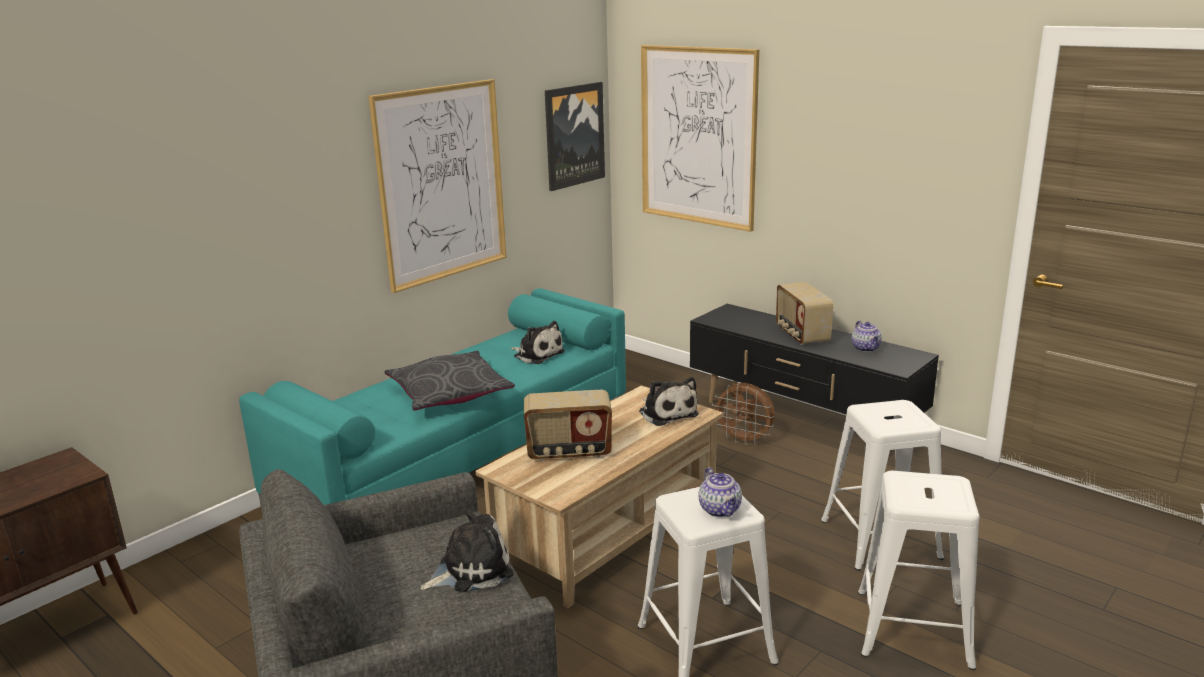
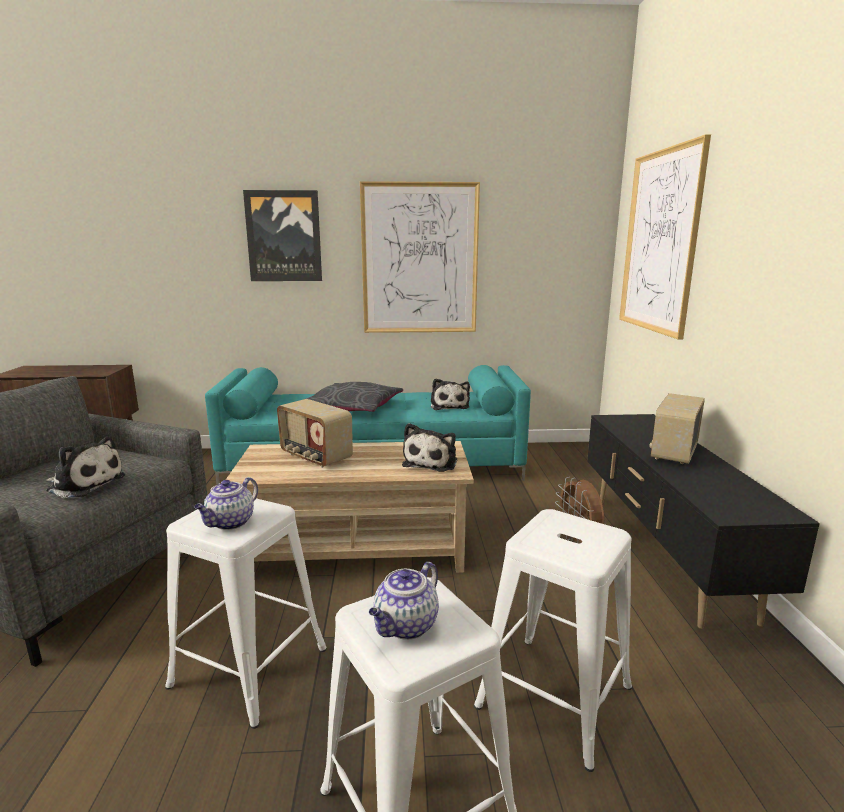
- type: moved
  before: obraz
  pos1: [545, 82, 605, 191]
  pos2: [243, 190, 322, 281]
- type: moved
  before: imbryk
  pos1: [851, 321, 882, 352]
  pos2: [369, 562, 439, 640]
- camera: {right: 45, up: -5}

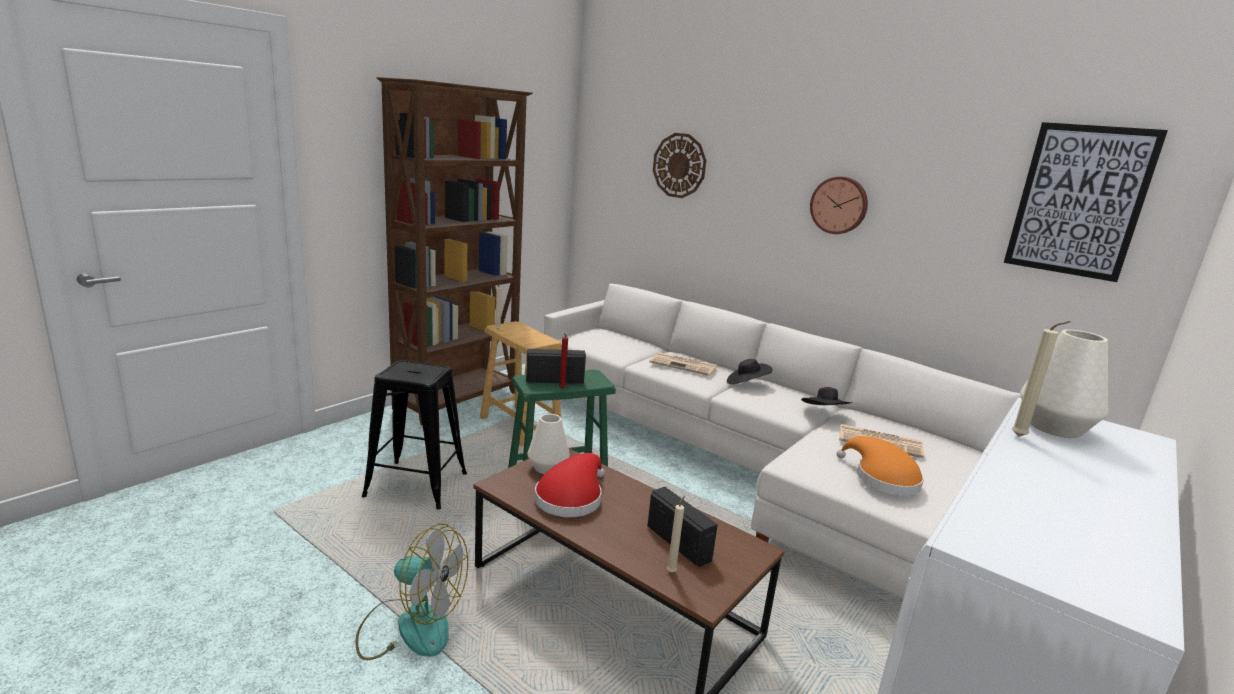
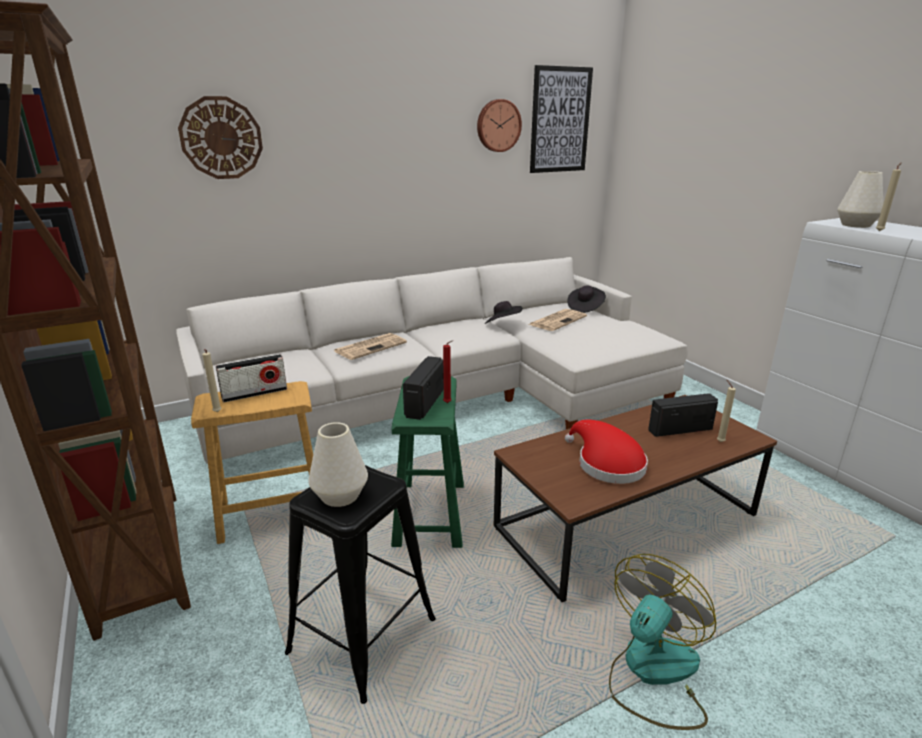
- type: added
  after: radio
  pos2: [216, 354, 287, 402]
- type: moved
  before: wazon (biały)
  pos1: [528, 414, 570, 474]
  pos2: [308, 422, 368, 507]
- type: moved
  before: zegar ścienny
  pos1: [810, 177, 868, 234]
  pos2: [477, 99, 522, 152]
- type: moved
  before: kapelusz (czarny)
  pos1: [727, 359, 772, 384]
  pos2: [568, 286, 606, 313]
- type: removed
  before: kapelusz (pomarańczowy)
  pos1: [837, 436, 924, 495]
- camera: {right: -65, up: 5}

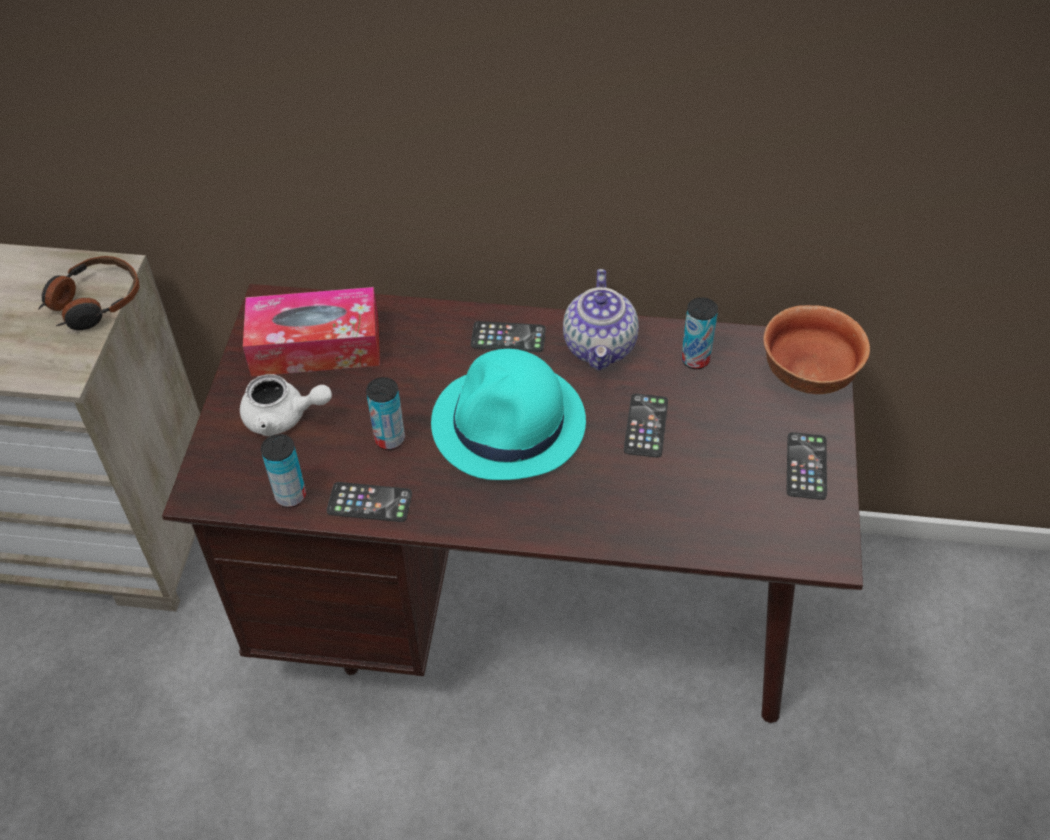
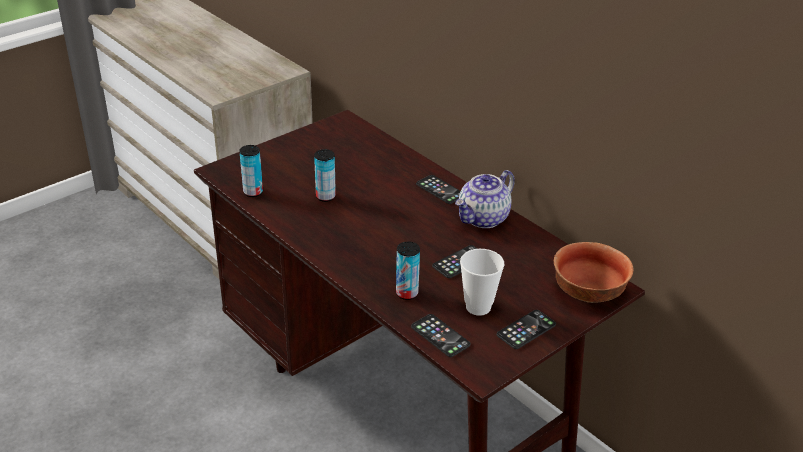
- type: moved
  before: puszka
  pos1: [681, 297, 718, 369]
  pos2: [396, 242, 420, 300]
- type: moved
  before: telefon
  pos1: [327, 482, 412, 522]
  pos2: [411, 314, 470, 357]
- type: added
  after: filiżanka
  pos2: [460, 249, 504, 316]
- type: removed
  before: słuchawki
  pos1: [38, 256, 139, 330]
- type: removed
  before: imbryk (biały)
  pos1: [240, 374, 332, 436]
- type: removed
  before: pudełko chusteczek
  pos1: [243, 287, 380, 377]
- type: removed
  before: kapelusz (turkusowy)
  pos1: [431, 349, 586, 480]
- camera: {right: 40, up: -15}

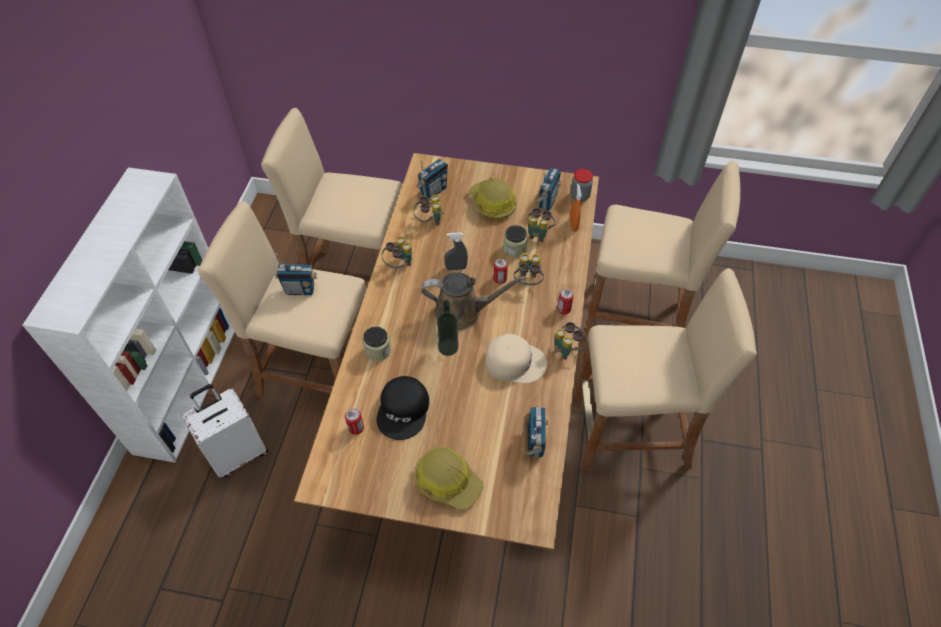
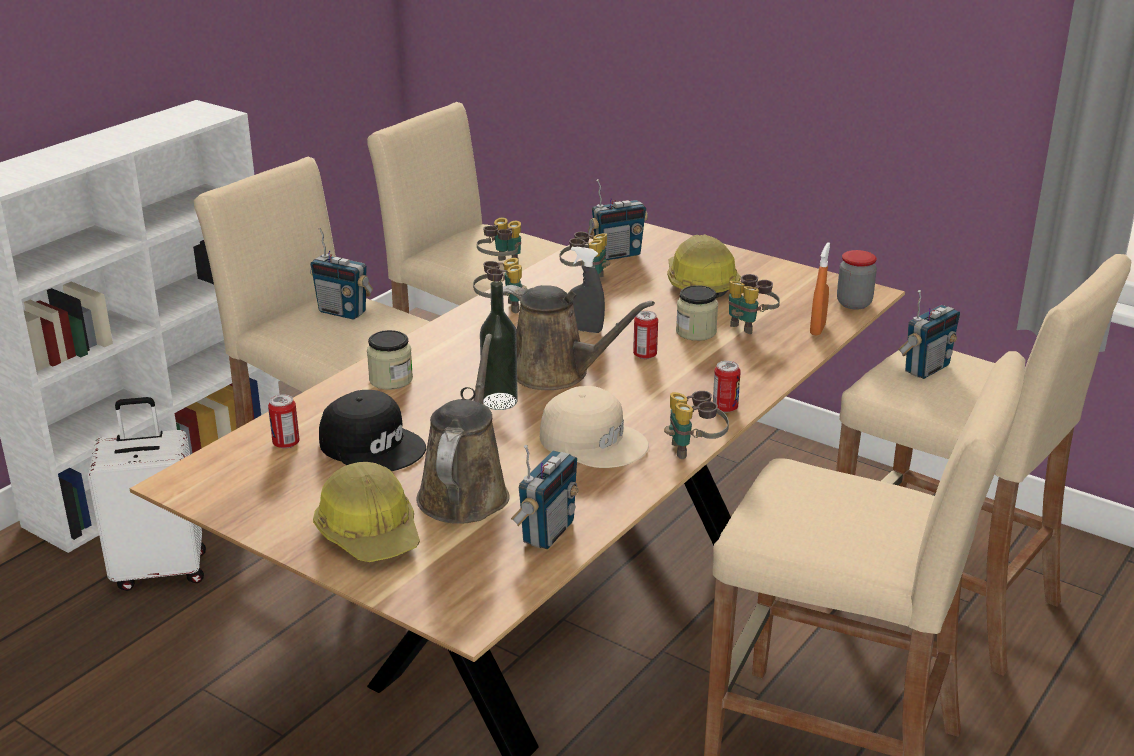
- type: turned
  before: czapka z daszkiem (czarny)
  pos1: [376, 376, 429, 440]
  pos2: [319, 390, 426, 471]
  turn: -90
- type: added
  after: konewka (brązowy)
  pos2: [417, 334, 510, 524]
- type: moved
  before: lornetka
  pos1: [514, 253, 544, 285]
  pos2: [477, 218, 521, 264]
- type: moved
  before: radio
  pos1: [535, 168, 561, 211]
  pos2: [898, 290, 960, 379]
- camera: {right: 25, up: -25}

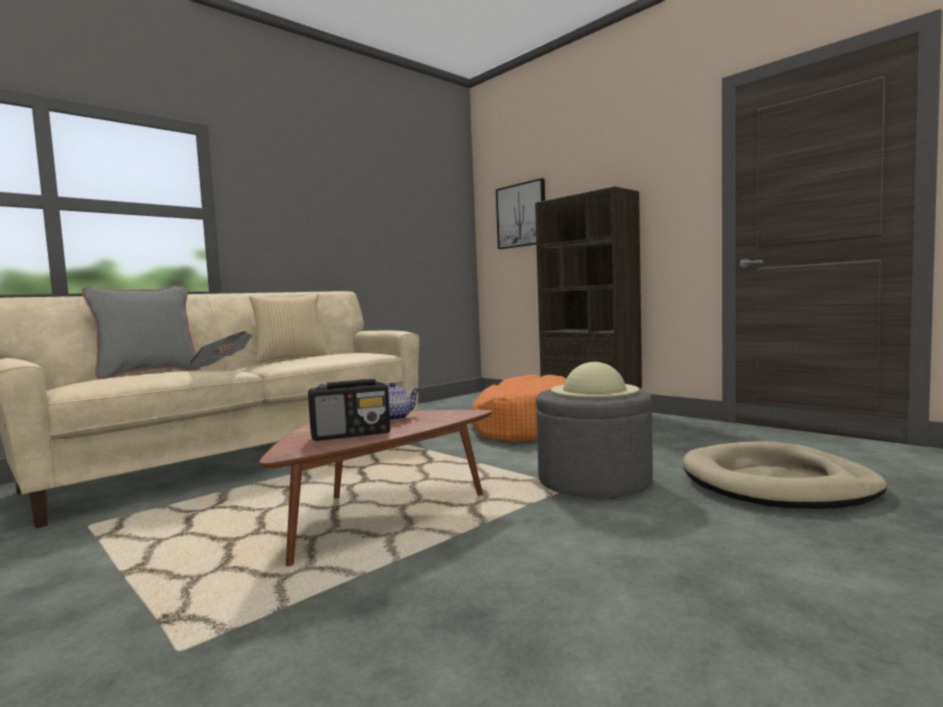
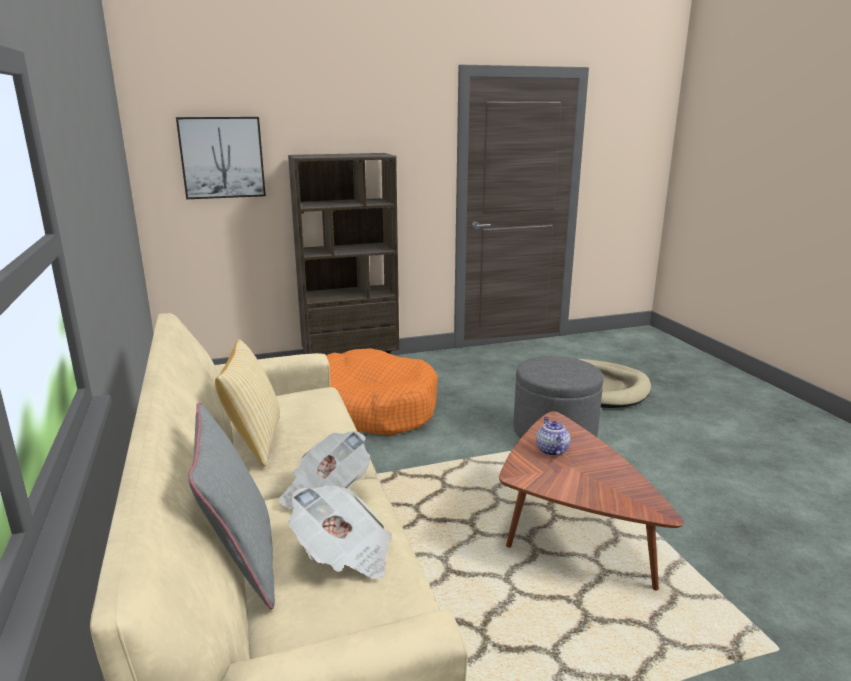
- type: added
  after: gazeta
  pos2: [288, 485, 392, 579]
- type: removed
  before: radio
  pos1: [308, 379, 390, 441]
- type: removed
  before: kapelusz (beżowy)
  pos1: [551, 362, 639, 397]
- camera: {right: -65, up: 15}

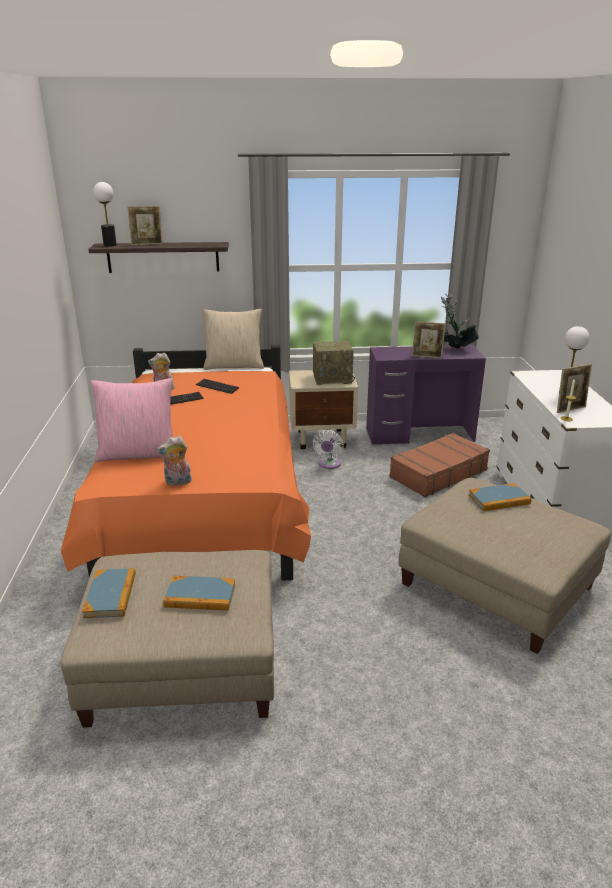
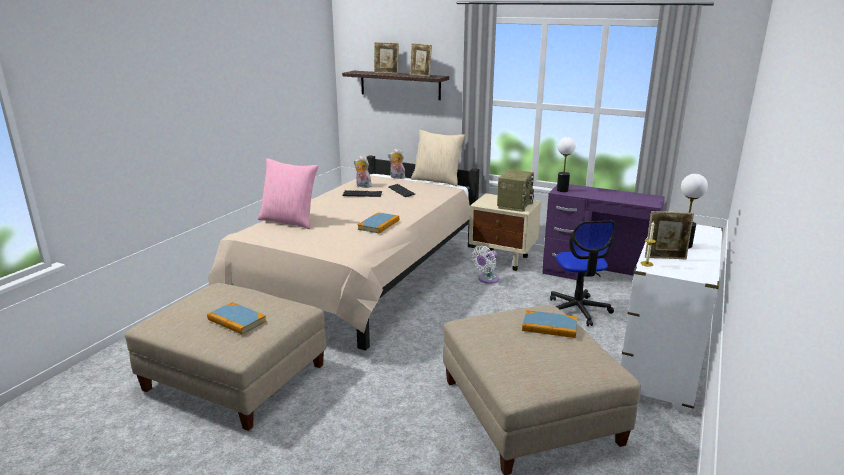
- type: recoloured
  before: łóżko (pomarańczowy)
  after: łóżko (beżowy)
  pos1: [61, 345, 311, 581]
  pos2: [208, 155, 479, 351]
- type: moved
  before: książka
  pos1: [82, 568, 135, 618]
  pos2: [358, 212, 399, 234]
- type: moved
  before: pluszak
  pos1: [157, 436, 192, 486]
  pos2: [388, 149, 405, 179]
- type: moved
  before: ramka na zdjęcie
  pos1: [412, 321, 446, 358]
  pos2: [410, 43, 432, 77]
- type: turned
  before: radio
  pos1: [313, 341, 355, 385]
  pos2: [497, 169, 534, 212]
  turn: -90
- type: replaced
  before: walizka (brązowy)
  after: krzesło biurowe
  pos1: [389, 433, 490, 497]
  pos2: [550, 221, 615, 326]
- type: moved
  before: lampa stołowa
  pos1: [93, 182, 117, 247]
  pos2: [557, 137, 576, 192]
- type: removed
  before: roślina doniczkowa
  pos1: [441, 292, 479, 349]
- camera: {right: 30, up: -5}

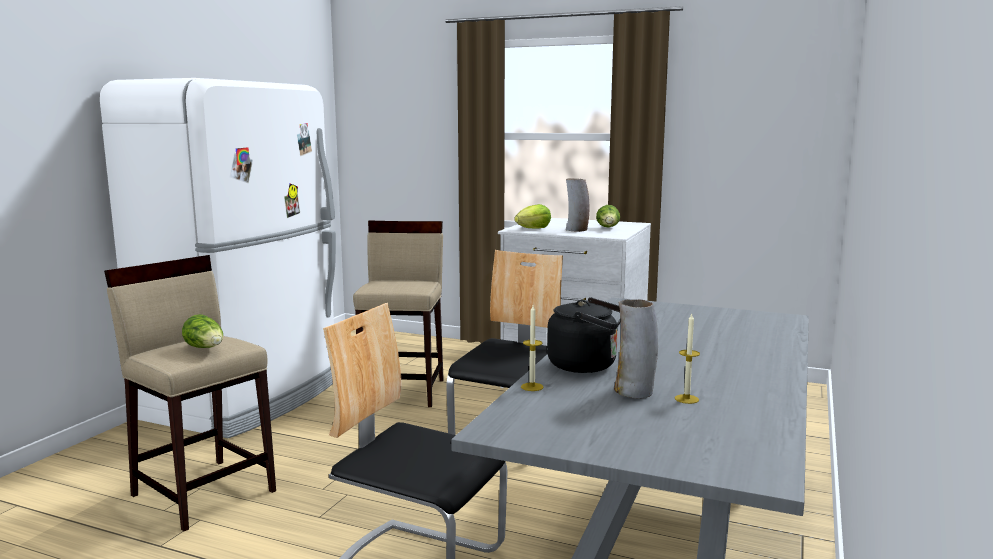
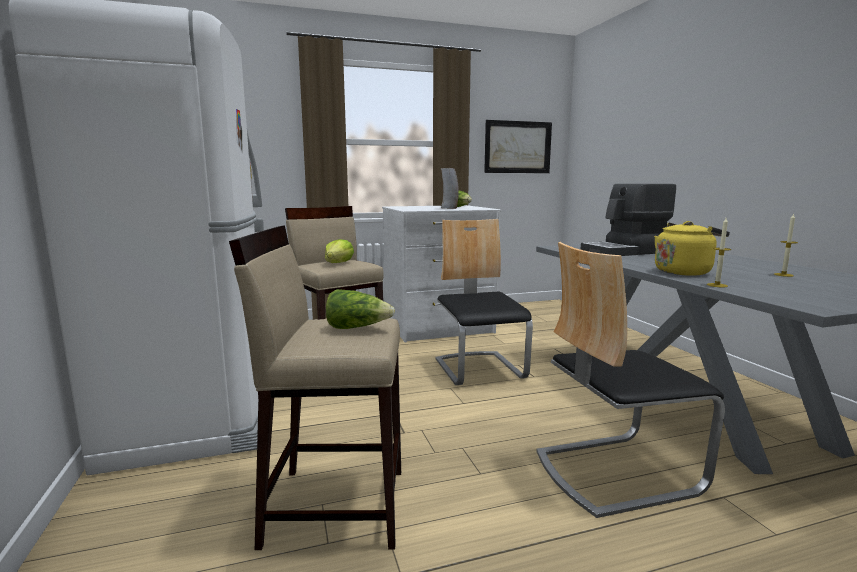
- type: moved
  before: sałata
  pos1: [514, 204, 551, 229]
  pos2: [325, 239, 354, 263]
- type: added
  after: obraz
  pos2: [484, 120, 552, 173]
- type: added
  after: ekspres do kawy
  pos2: [580, 184, 676, 256]
- type: recoloured
  before: czajnik (czarny)
  after: czajnik (żółty)
  pos1: [547, 297, 621, 373]
  pos2: [654, 221, 730, 276]
- type: removed
  before: wazon
  pos1: [614, 299, 658, 398]
- camera: {right: -40, up: 0}

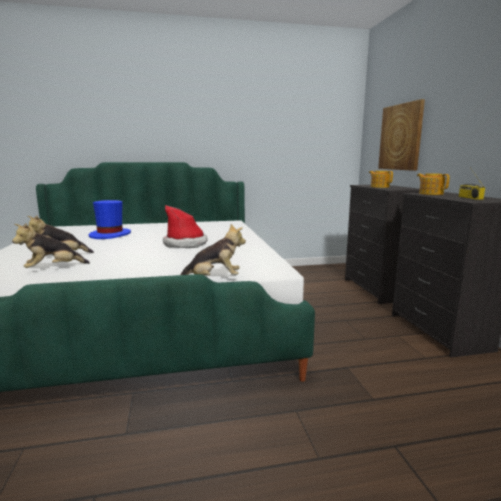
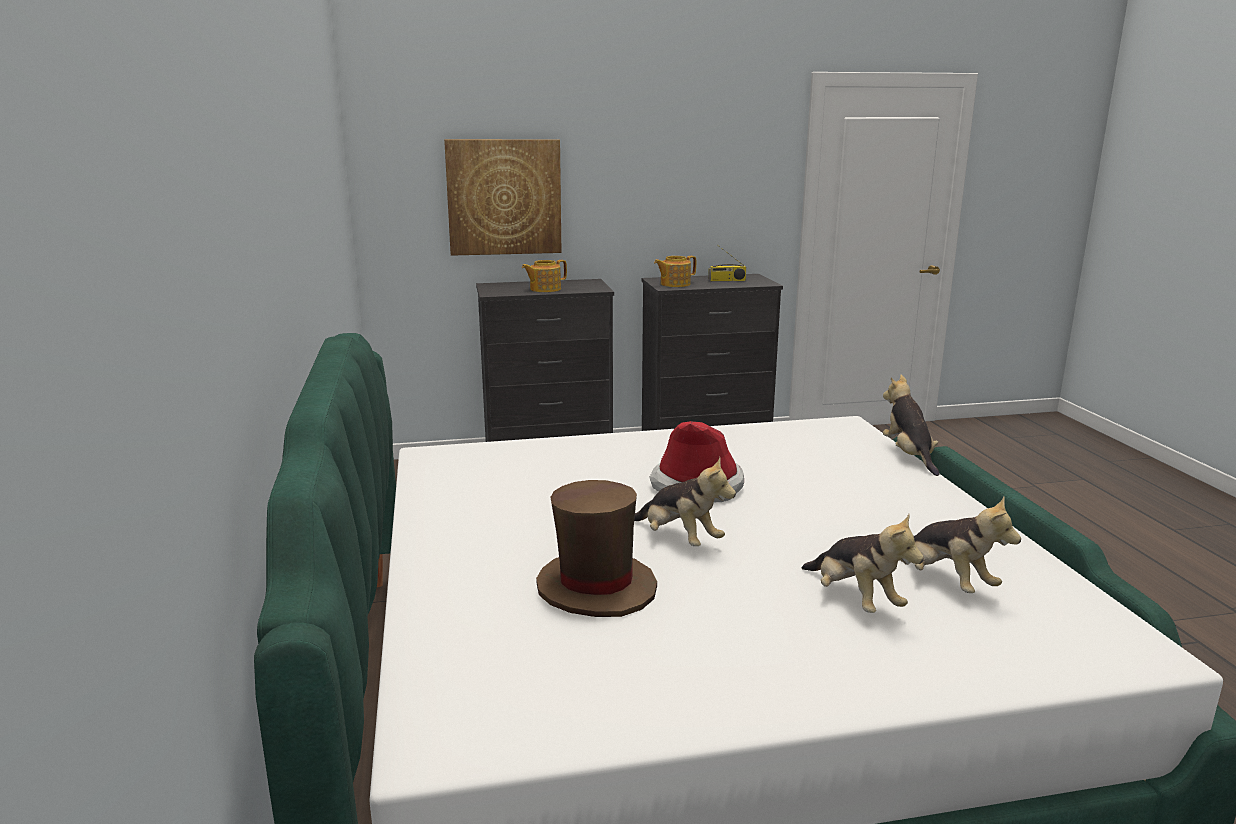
- type: recoloured
  before: kapelusz (niebieski)
  after: kapelusz (brązowy)
  pos1: [88, 200, 131, 239]
  pos2: [536, 480, 657, 617]
- type: added
  after: pluszak
  pos2: [634, 457, 736, 546]
- camera: {right: -90, up: 5}

